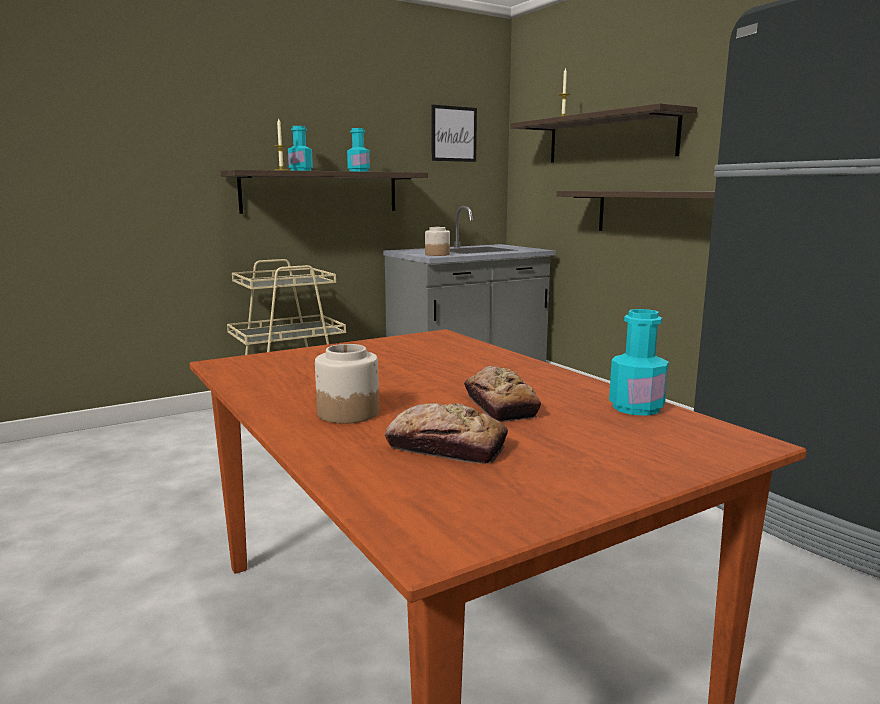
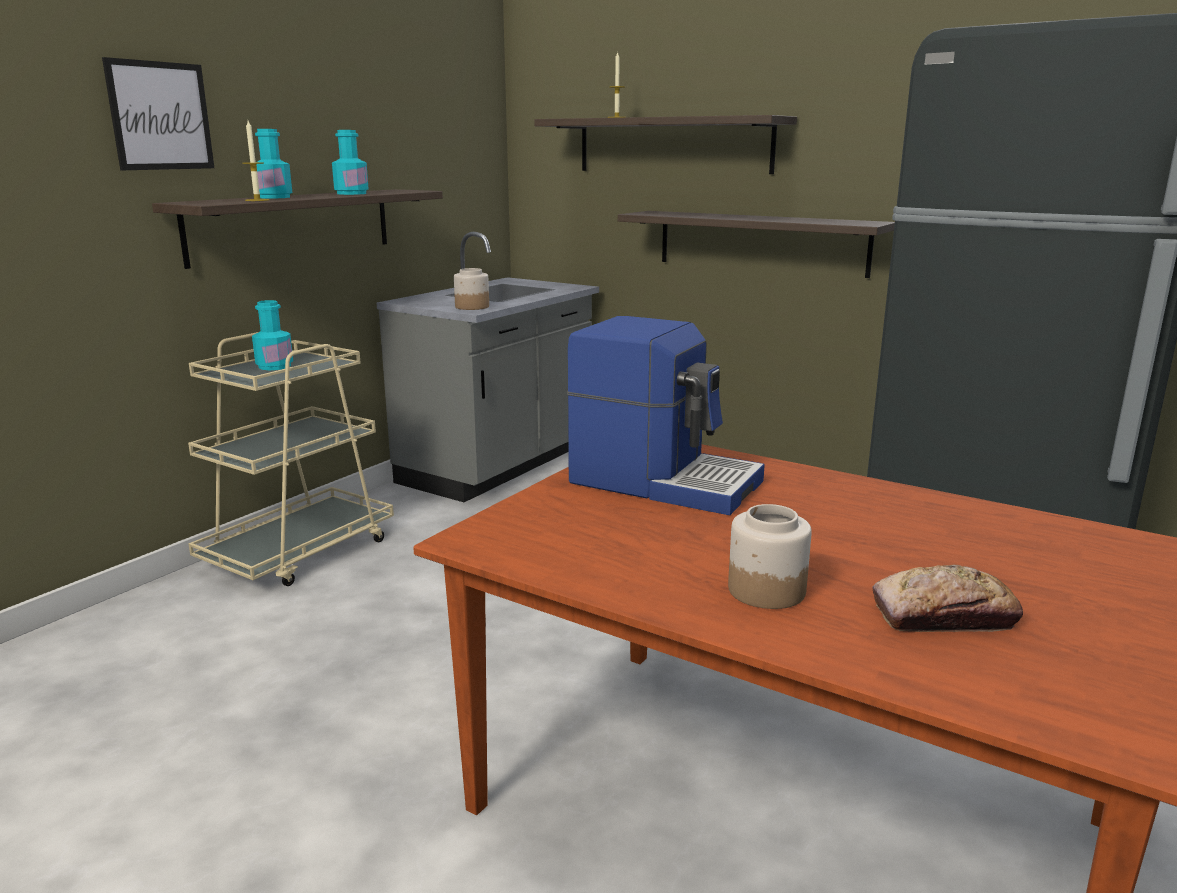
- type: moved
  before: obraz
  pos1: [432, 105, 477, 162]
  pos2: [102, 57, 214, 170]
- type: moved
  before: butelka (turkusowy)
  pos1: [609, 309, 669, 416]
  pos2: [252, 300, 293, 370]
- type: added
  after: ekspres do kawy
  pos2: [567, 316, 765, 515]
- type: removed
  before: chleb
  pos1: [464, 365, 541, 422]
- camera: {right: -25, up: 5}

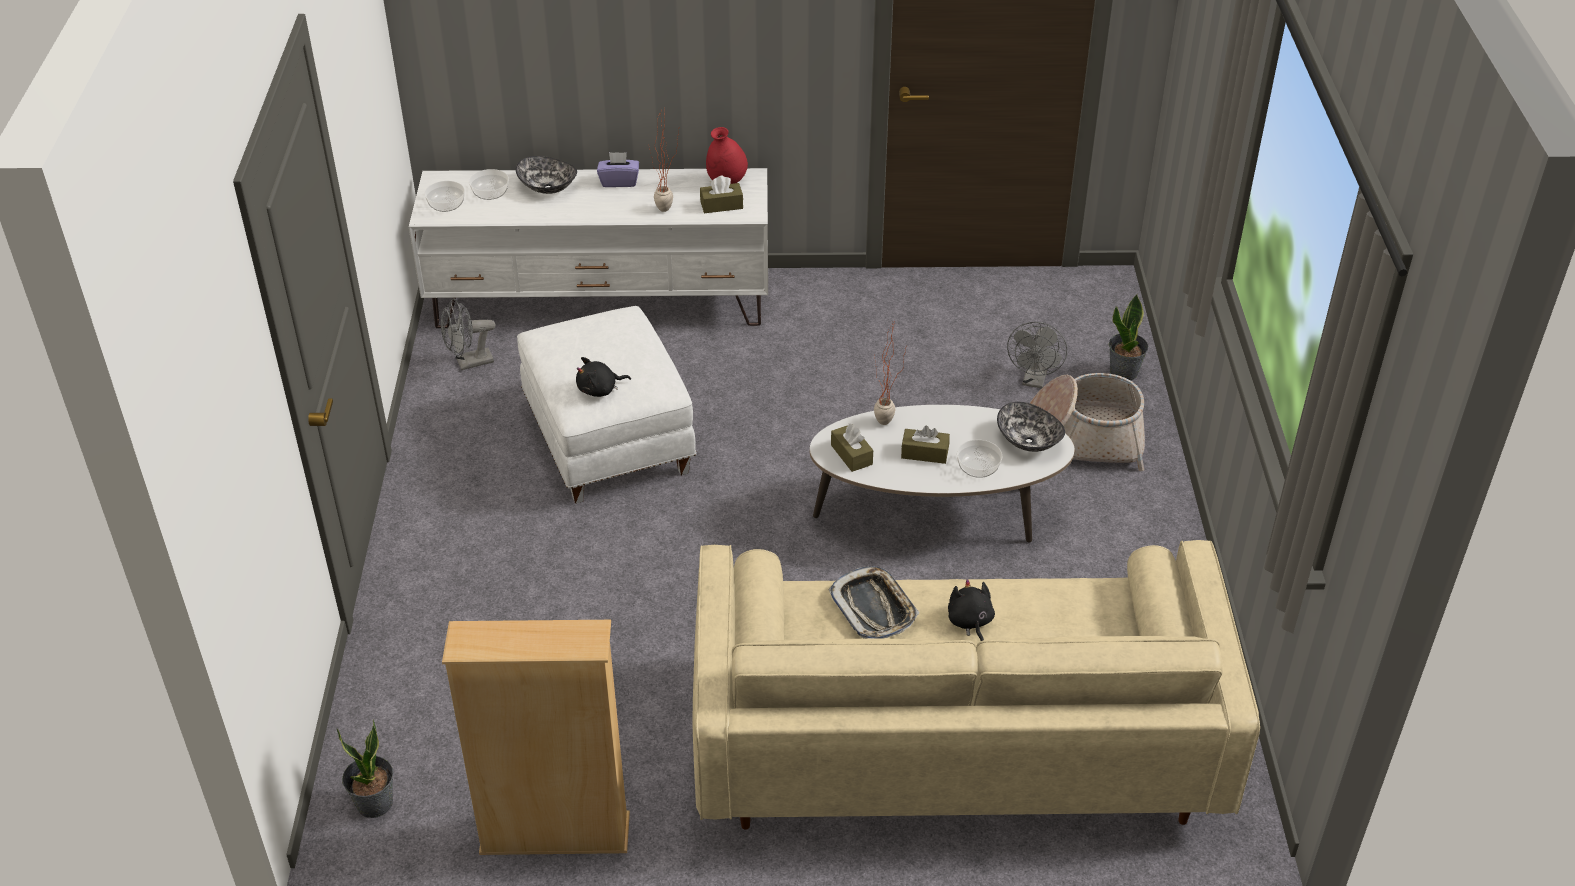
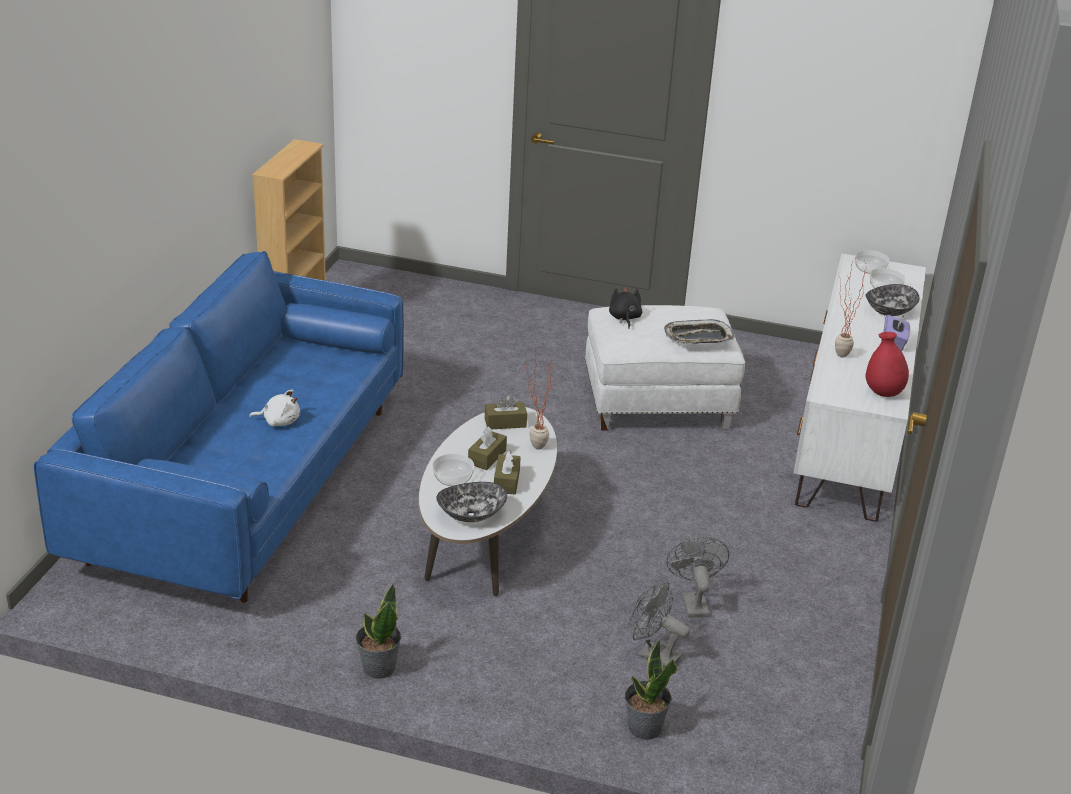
- type: recoloured
  before: kanapa (beżowy)
  after: kanapa (niebieski)
  pos1: [692, 540, 1260, 830]
  pos2: [34, 251, 404, 603]
- type: recoloured
  before: pluszak (czarny)
  after: pluszak (biały)
  pos1: [948, 579, 995, 641]
  pos2: [249, 389, 300, 427]
- type: moved
  before: roślina doniczkowa
  pos1: [337, 719, 393, 818]
  pos2: [356, 583, 401, 679]
- type: moved
  before: pudełko chusteczek (brązowy)
  pos1: [700, 176, 743, 213]
  pos2: [494, 450, 521, 495]
- type: moved
  before: taca
  pos1: [828, 566, 920, 639]
  pos2: [664, 319, 735, 344]
- type: moved
  before: wentylator (szary)
  pos1: [441, 298, 496, 370]
  pos2: [666, 536, 729, 618]
- type: removed
  before: koszyk
  pos1: [1030, 373, 1145, 471]
- camera: {right: 105, up: -10}

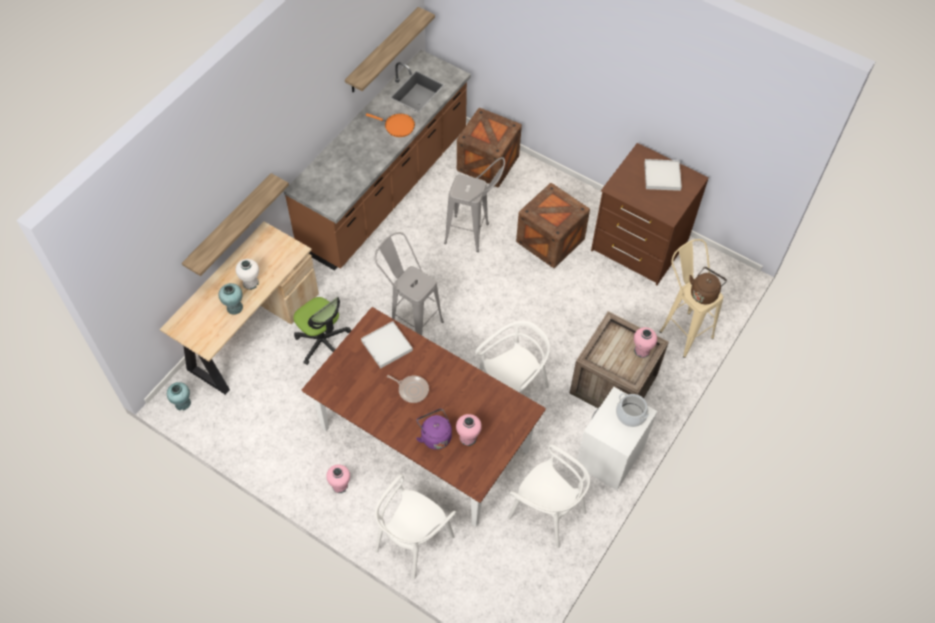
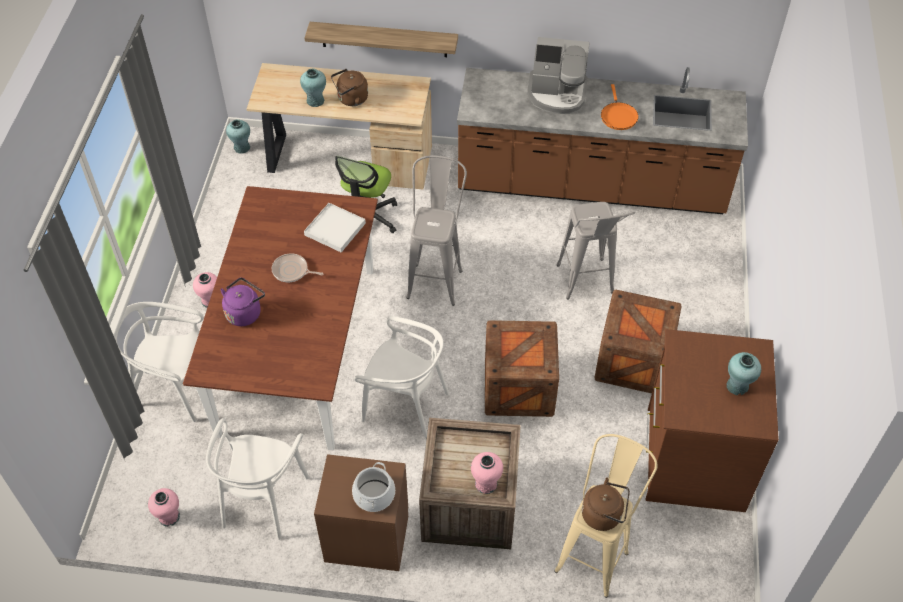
- type: moved
  before: wazon (różowy)
  pos1: [456, 414, 482, 446]
  pos2: [148, 488, 180, 527]
- type: turned
  before: patelnia
  pos1: [387, 375, 429, 403]
  pos2: [271, 253, 324, 282]
  turn: 105
- type: recoloured
  before: szafka nocna (biały)
  after: szafka nocna (brązowy)
  pos1: [577, 387, 658, 490]
  pos2: [314, 454, 408, 571]
- type: replaced
  before: wazon (biały)
  after: czajnik (brązowy)
  pos1: [235, 259, 259, 290]
  pos2: [331, 69, 368, 106]
- type: moved
  before: skrzynka
  pos1: [457, 108, 522, 187]
  pos2: [485, 320, 559, 417]
- type: added
  after: ekspres do kawy
  pos2: [527, 37, 590, 114]
- type: replaced
  before: taca (biały)
  after: wazon (turkusowy)
  pos1: [644, 159, 682, 191]
  pos2: [726, 352, 761, 395]
- type: removed
  before: półka
  pos1: [345, 7, 435, 92]
- camera: {right: 65, up: -5}

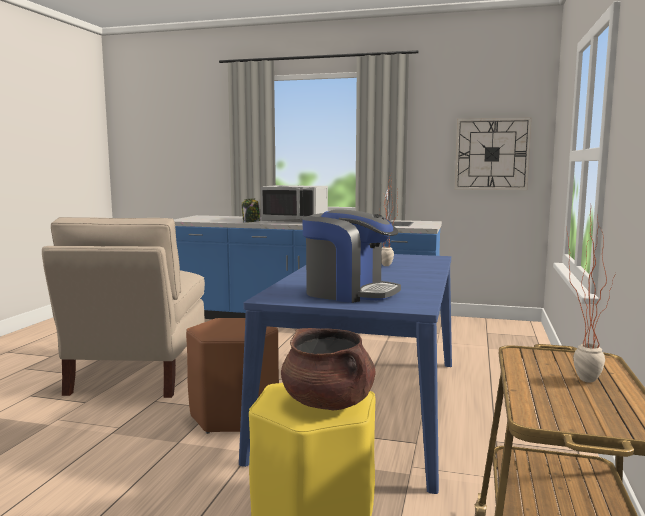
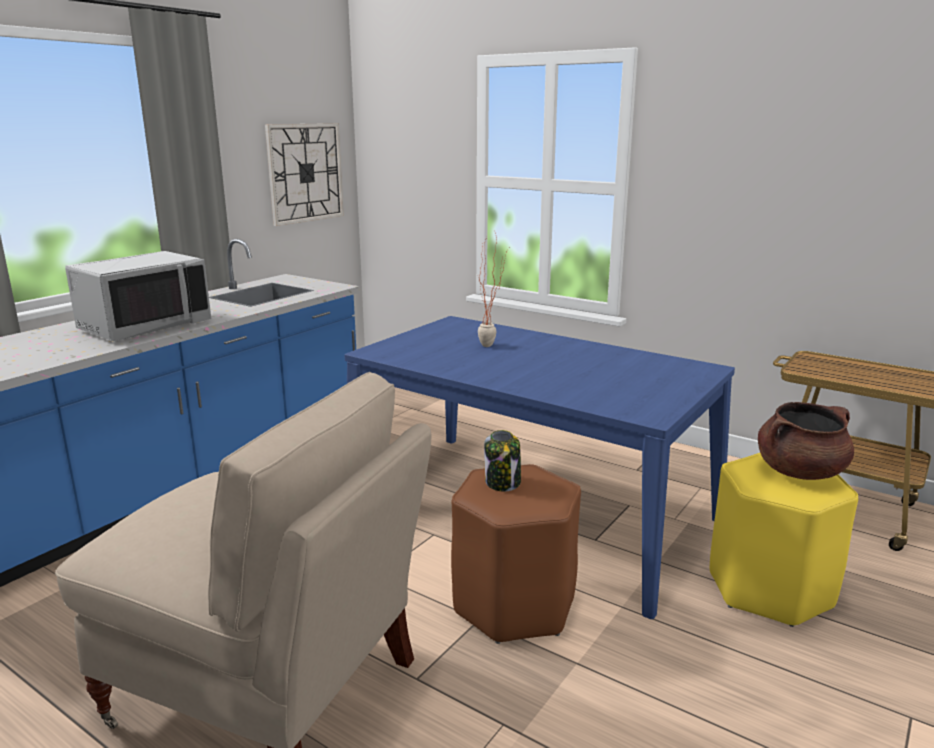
- type: moved
  before: słoik
  pos1: [242, 198, 261, 223]
  pos2: [484, 430, 521, 492]
- type: removed
  before: ekspres do kawy
  pos1: [302, 209, 401, 303]
- type: removed
  before: roślina doniczkowa
  pos1: [566, 209, 616, 383]
- camera: {right: -70, up: 10}

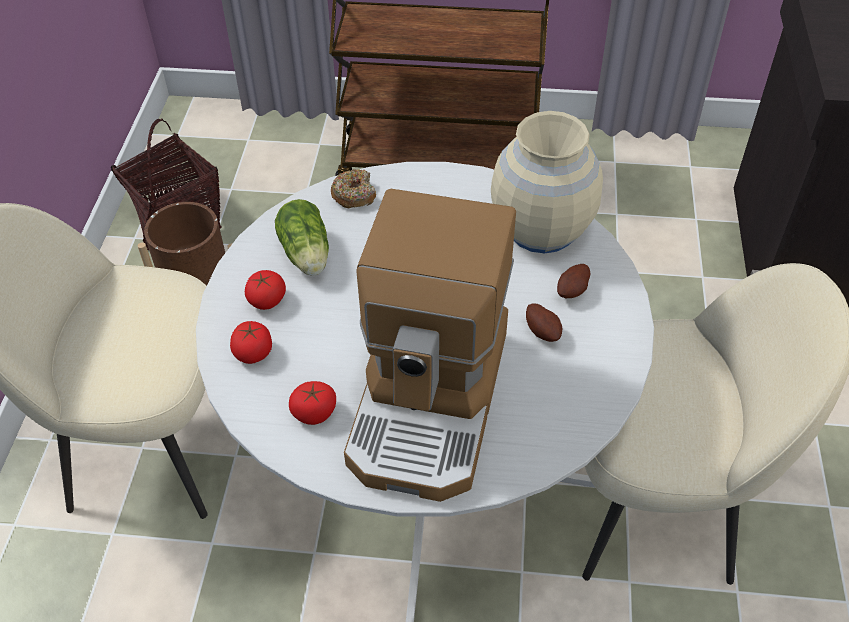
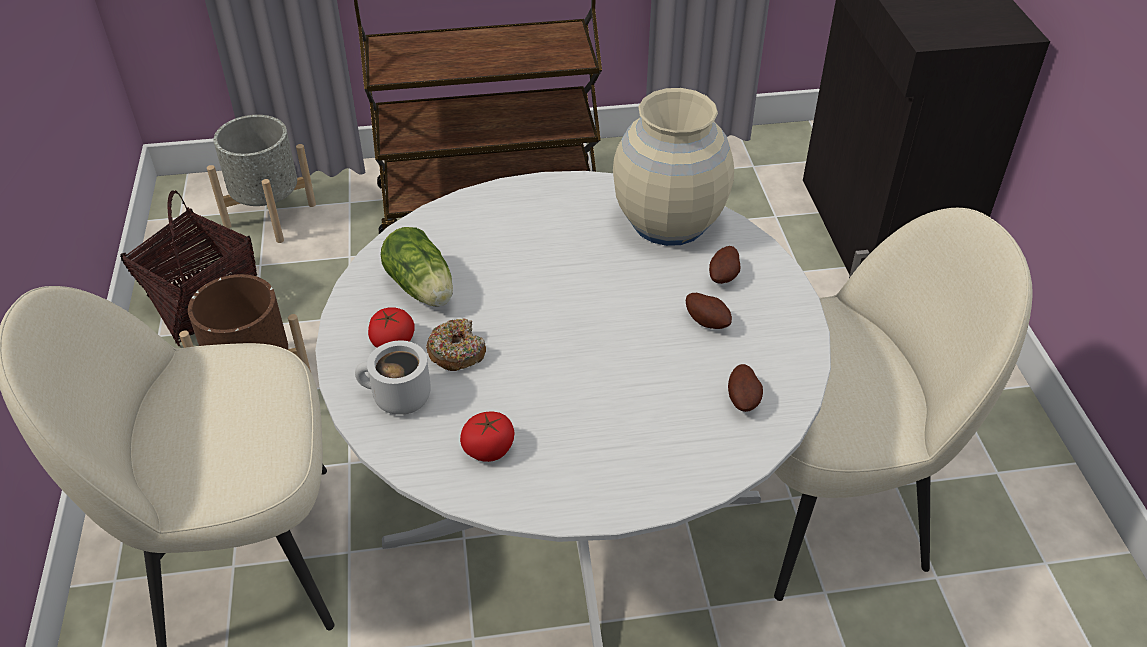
- type: added
  after: donica (szary)
  pos2: [207, 115, 316, 243]
- type: replaced
  before: pomidor
  after: kubek (biały)
  pos1: [230, 321, 272, 364]
  pos2: [355, 341, 431, 415]
- type: moved
  before: donut
  pos1: [331, 169, 376, 209]
  pos2: [426, 318, 486, 371]
- type: added
  after: ziemniak
  pos2: [728, 364, 763, 412]
- type: removed
  before: ekspres do kawy
  pos1: [344, 189, 516, 502]
- camera: {right: -15, up: -5}

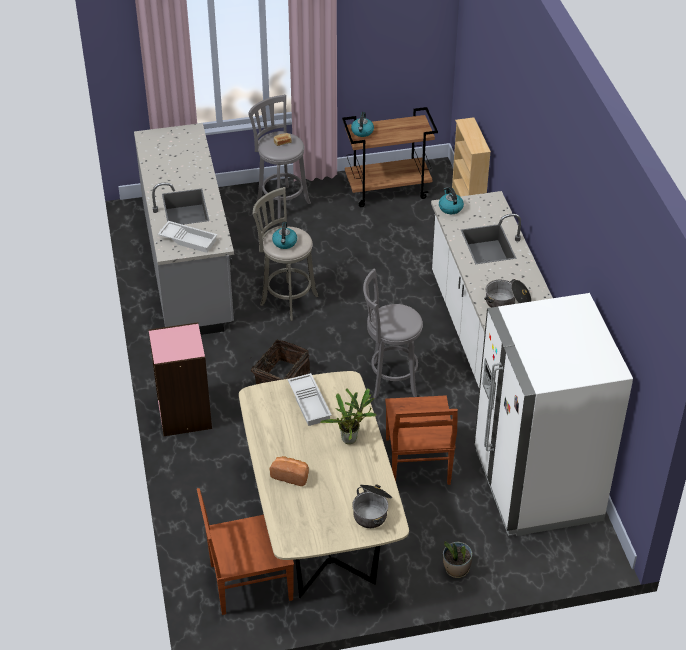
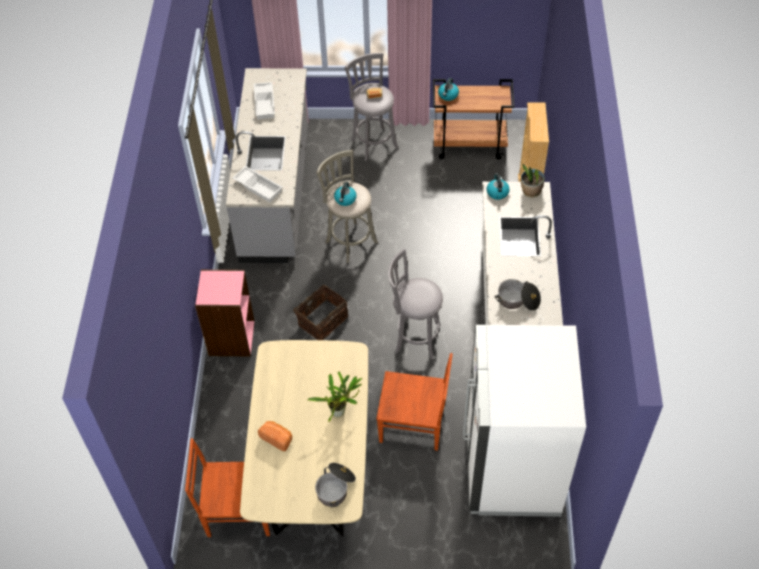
- type: moved
  before: taca (biały)
  pos1: [288, 373, 332, 426]
  pos2: [254, 82, 275, 120]
- type: turned
  before: krzesło (brązowy)
  pos1: [385, 395, 458, 485]
  pos2: [376, 353, 453, 451]
  turn: -90
- type: moved
  before: roślina doniczkowa
  pos1: [443, 541, 472, 578]
  pos2: [521, 164, 545, 197]
- camera: {right: 15, up: 10}

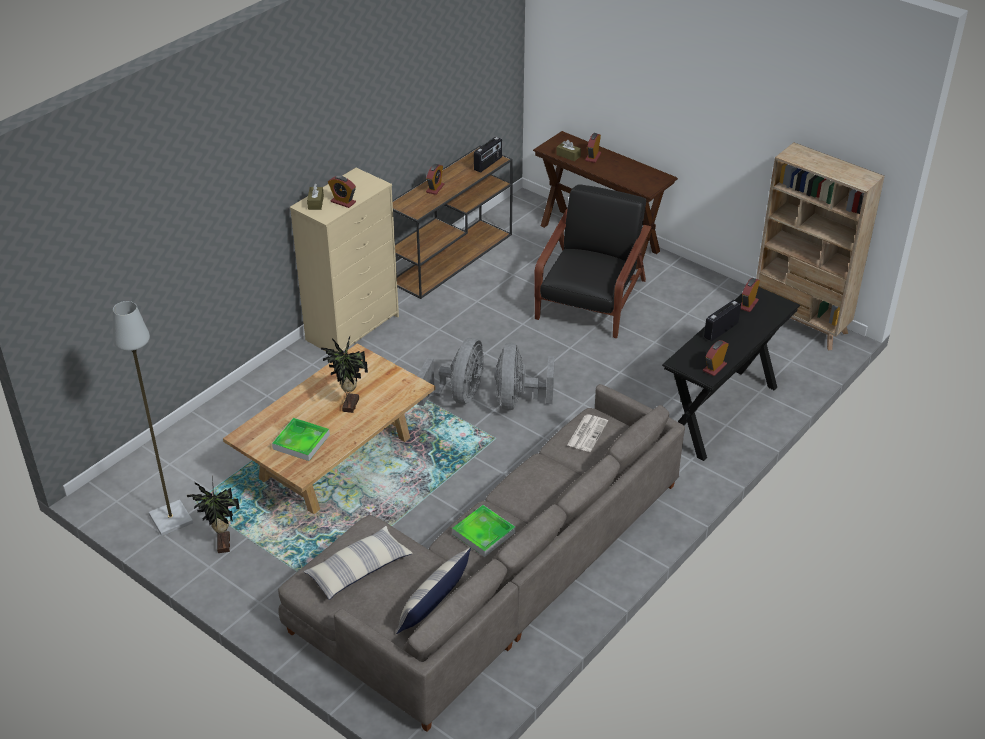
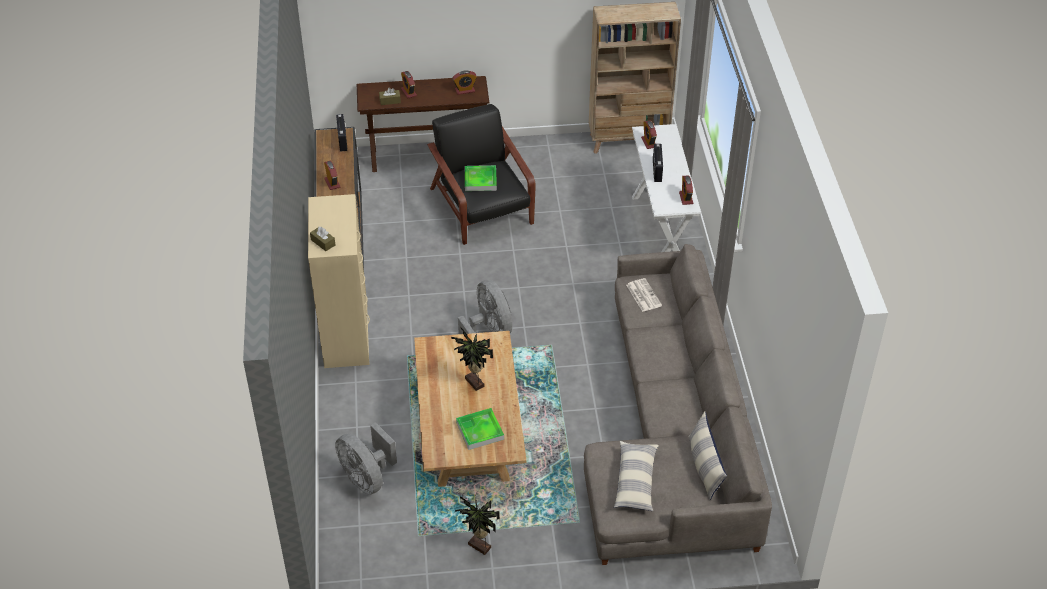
- type: moved
  before: wentylator (szary)
  pos1: [495, 343, 555, 410]
  pos2: [335, 422, 397, 495]
- type: moved
  before: budzik
  pos1: [328, 176, 356, 208]
  pos2: [452, 70, 477, 95]
- type: moved
  before: taca
  pos1: [452, 505, 515, 557]
  pos2: [465, 165, 497, 191]
- type: recoloured
  before: stolik konsolowy (czarny)
  after: stolik konsolowy (biały)
  pos1: [662, 287, 800, 461]
  pos2: [632, 124, 701, 252]
- type: removed
  before: lampa stojąca (szary)
  pos1: [113, 301, 193, 536]
- camera: {right: -45, up: 5}

